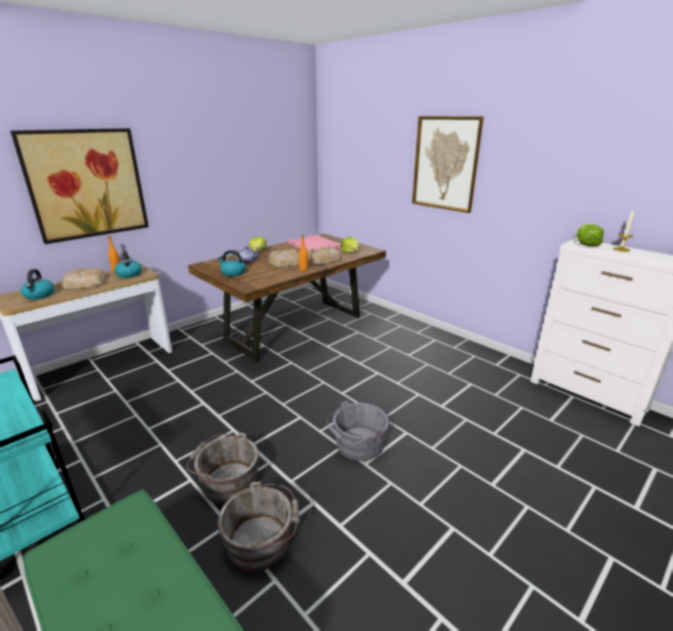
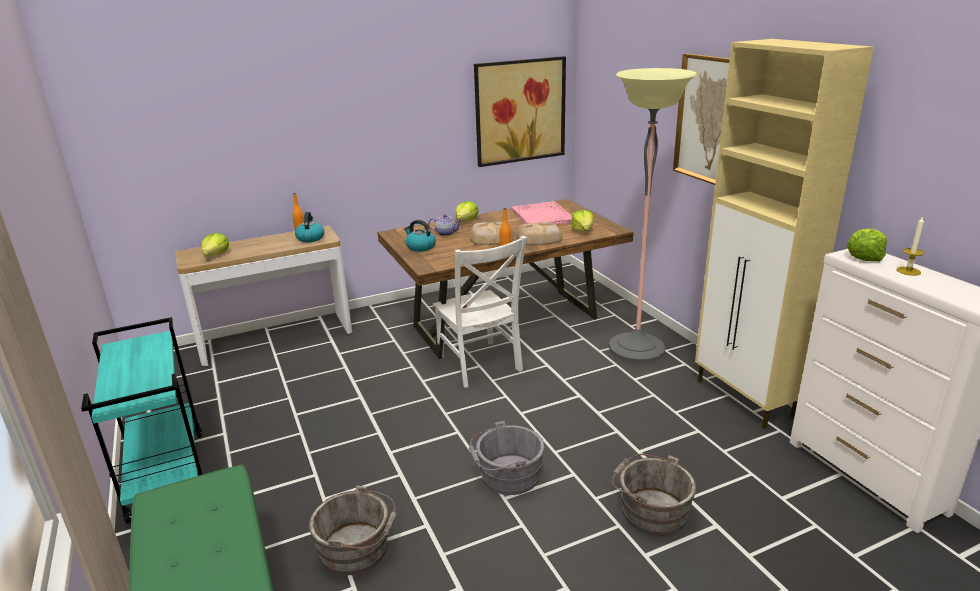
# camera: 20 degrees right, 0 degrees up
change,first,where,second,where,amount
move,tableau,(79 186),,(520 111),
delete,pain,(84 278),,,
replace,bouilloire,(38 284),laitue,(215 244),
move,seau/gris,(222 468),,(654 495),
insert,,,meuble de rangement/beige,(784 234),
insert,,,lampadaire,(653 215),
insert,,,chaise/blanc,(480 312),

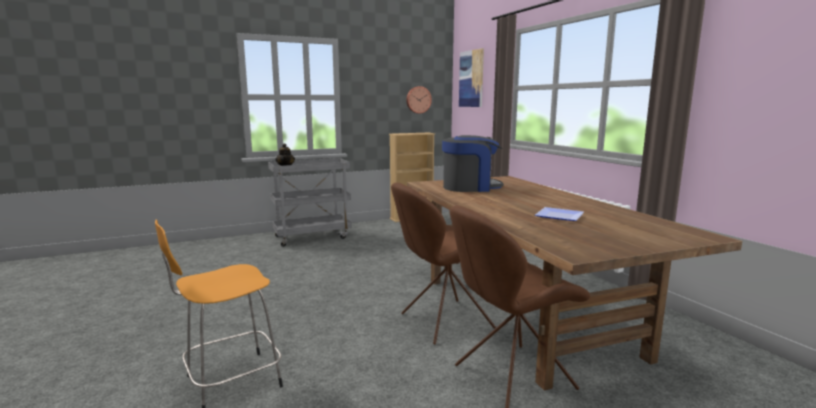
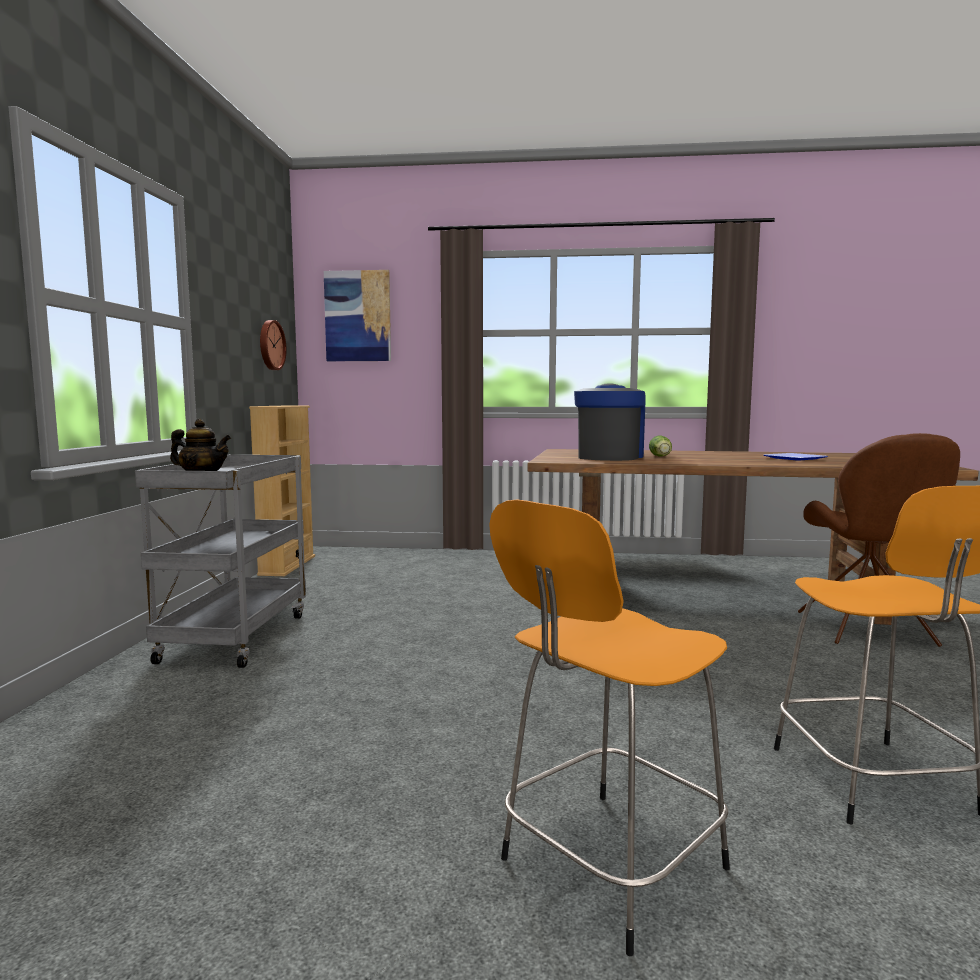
# camera: 60 degrees left, 5 degrees down
change,first,where,second,where,amount
delete,chaise/marron,(443 263),,,
insert,,,laitue,(660 446),
insert,,,tabouret/orange,(609 728),

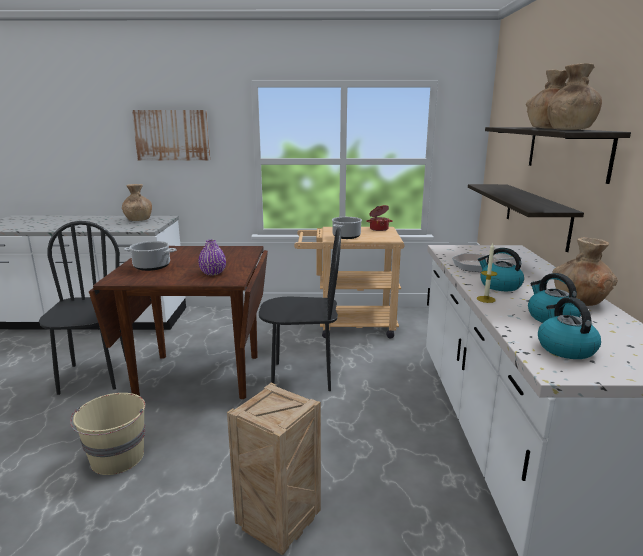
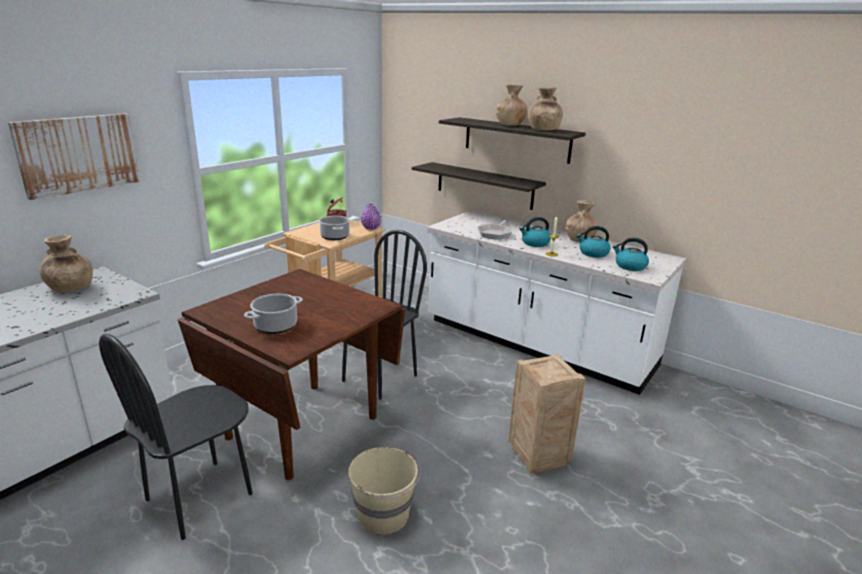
# camera: 55 degrees left, 5 degrees up
change,first,where,second,where,amount
rotate,chaise/noir,(82 308),,(175 437),75 degrees counterclockwise
move,vase/violet,(212 257),,(371 216),

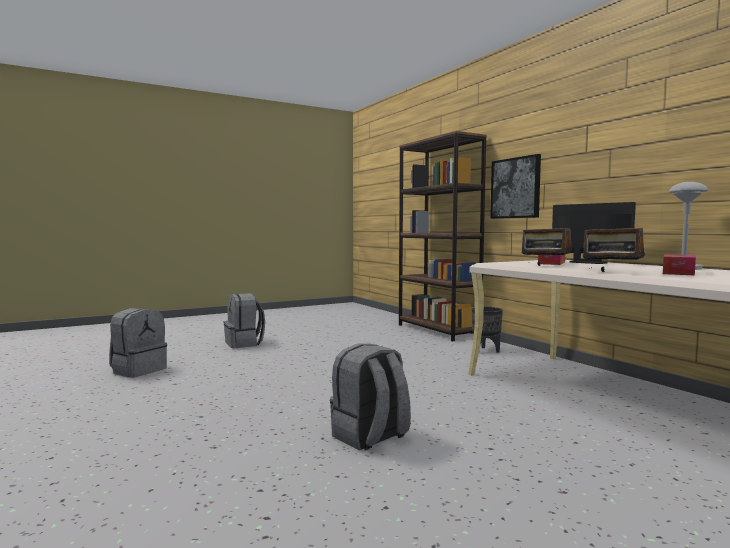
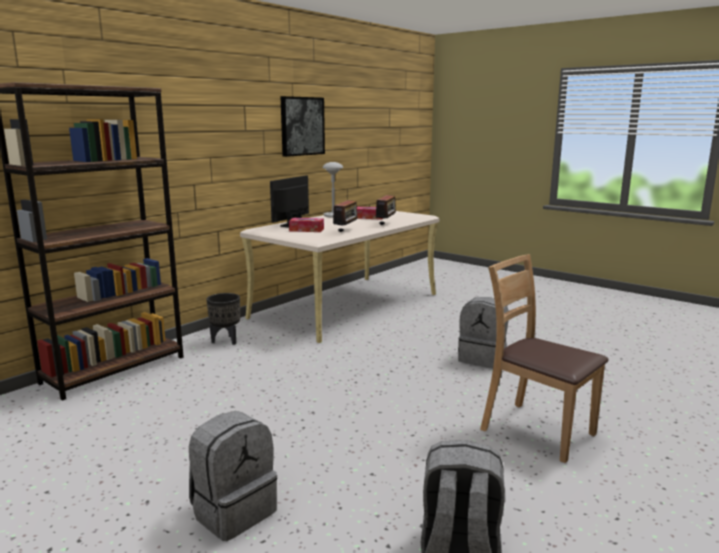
# camera: 110 degrees left, 10 degrees up
change,first,where,second,where,amount
move,tableau,(515 186),,(302 126),
insert,,,chaise/marron,(544 358),

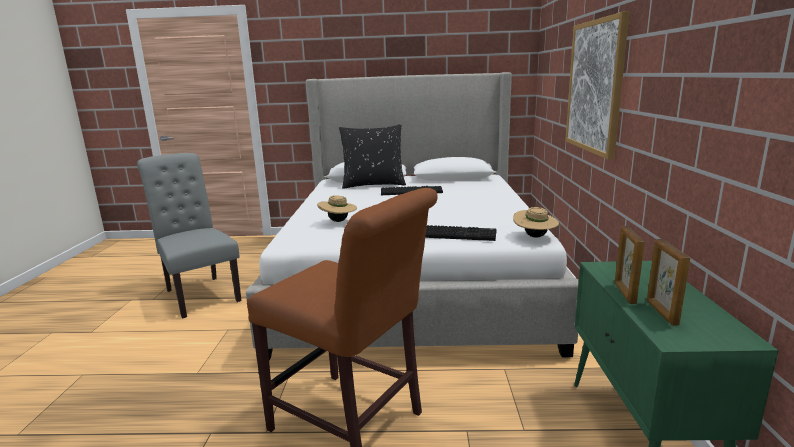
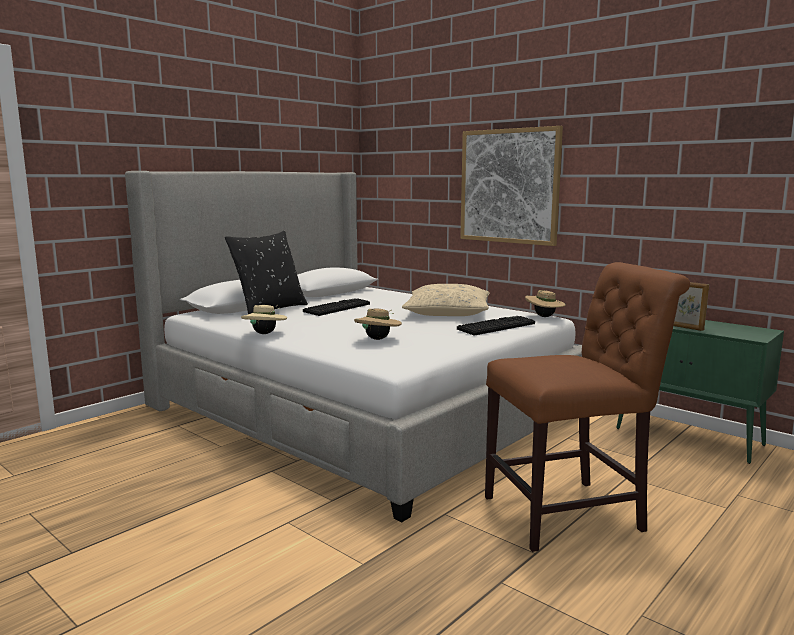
# camera: 50 degrees left, 5 degrees down
change,first,where,second,where,amount
delete,chaise/gris,(189 236),,,
delete,cadre photo,(668 282),,,
insert,,,coussin/beige,(446 300),
insert,,,chapeau/beige,(264 319),

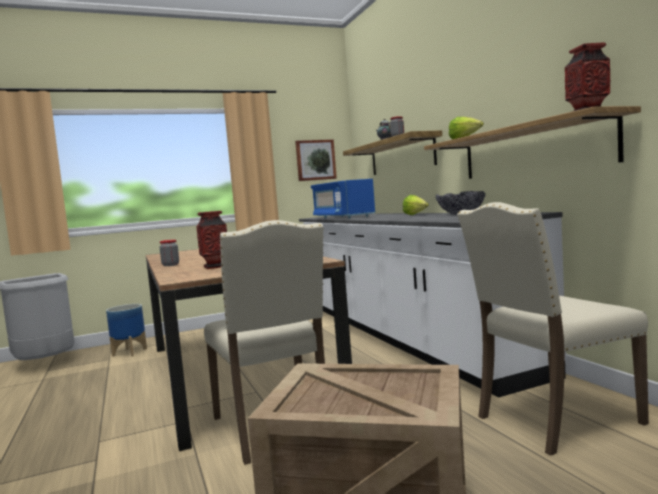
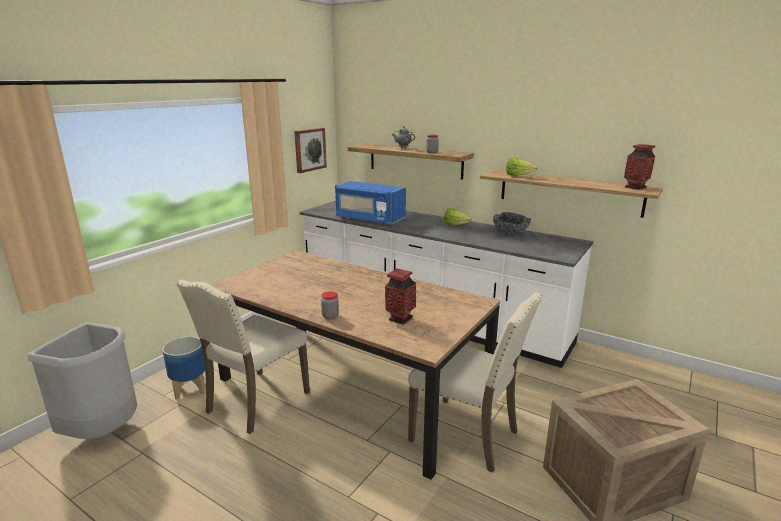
# camera: 35 degrees left, 15 degrees up
change,first,where,second,where,amount
move,chaise/beige,(553 329),,(243 357),

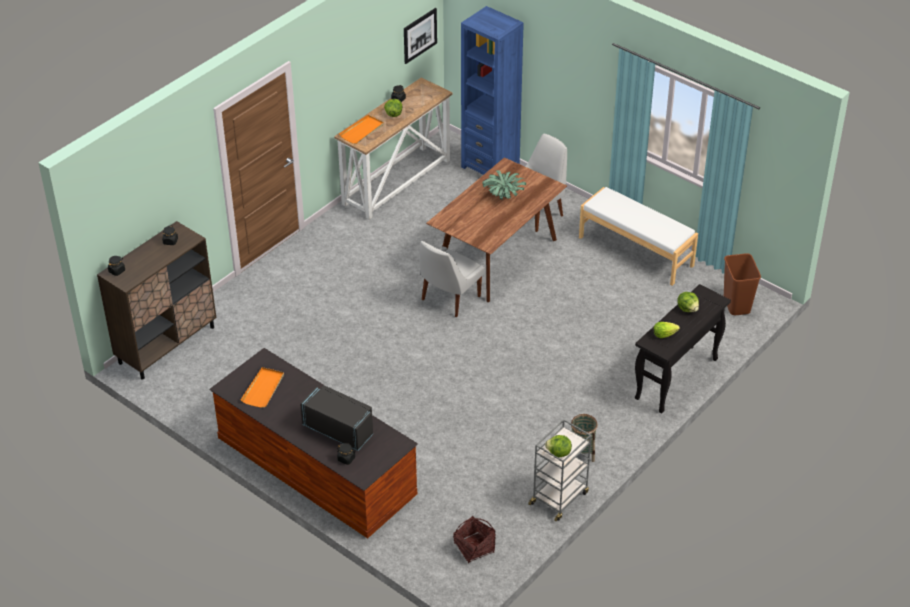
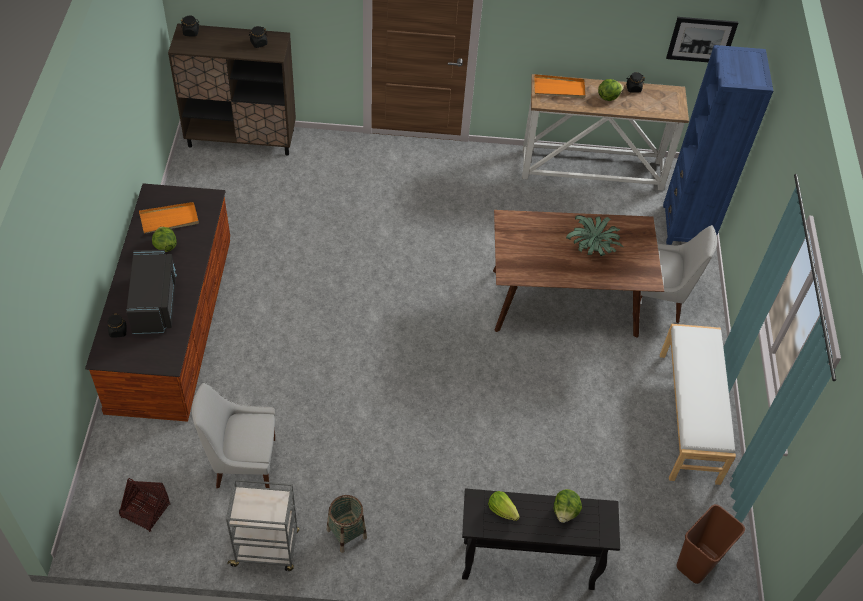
# camera: 50 degrees right, 10 degrees up
change,first,where,second,where,amount
move,chaise/blanc,(452 279),,(234 435),
move,laitue,(558 446),,(164 239),

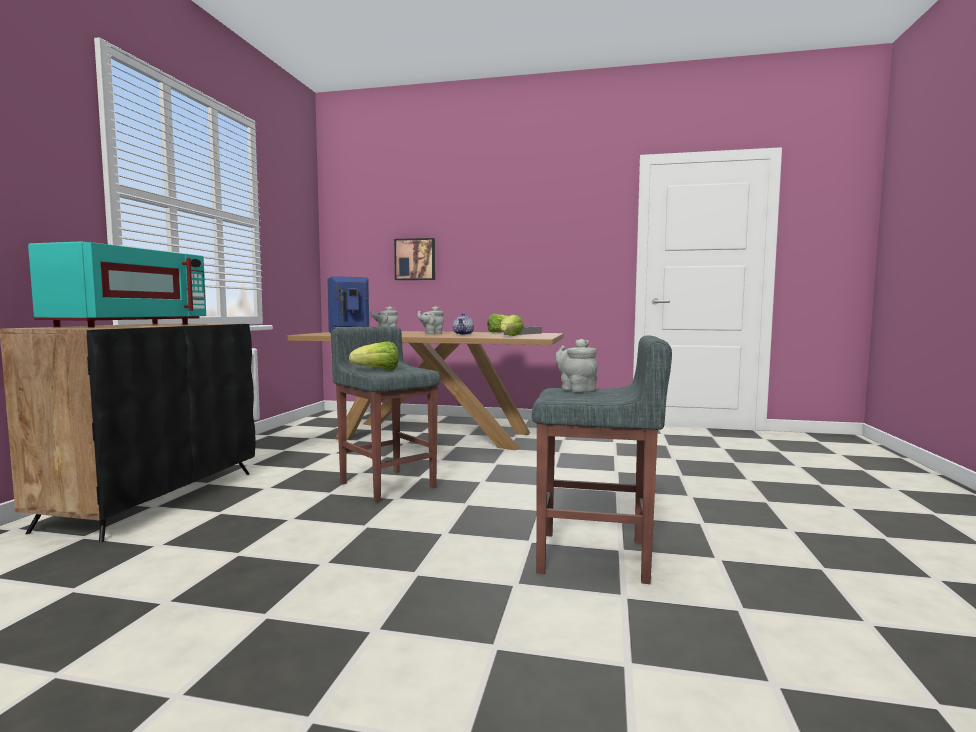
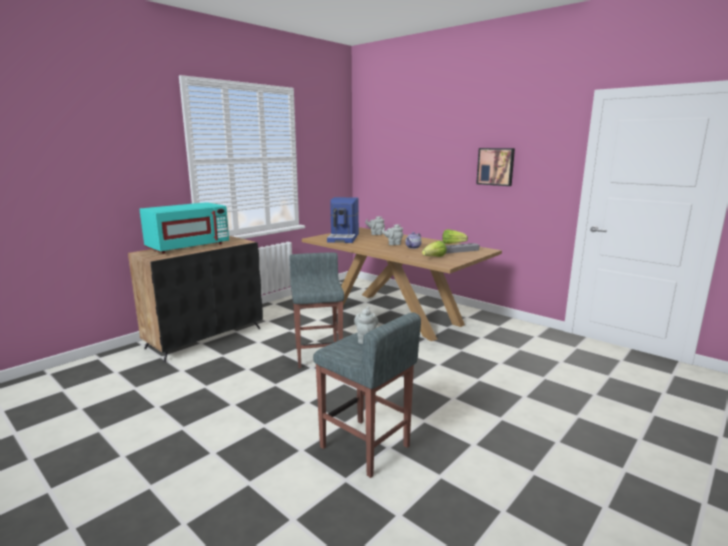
# camera: 30 degrees right, 10 degrees up
change,first,where,second,where,amount
move,tableau,(414 259),,(495 167),
delete,laitue,(374 355),,,

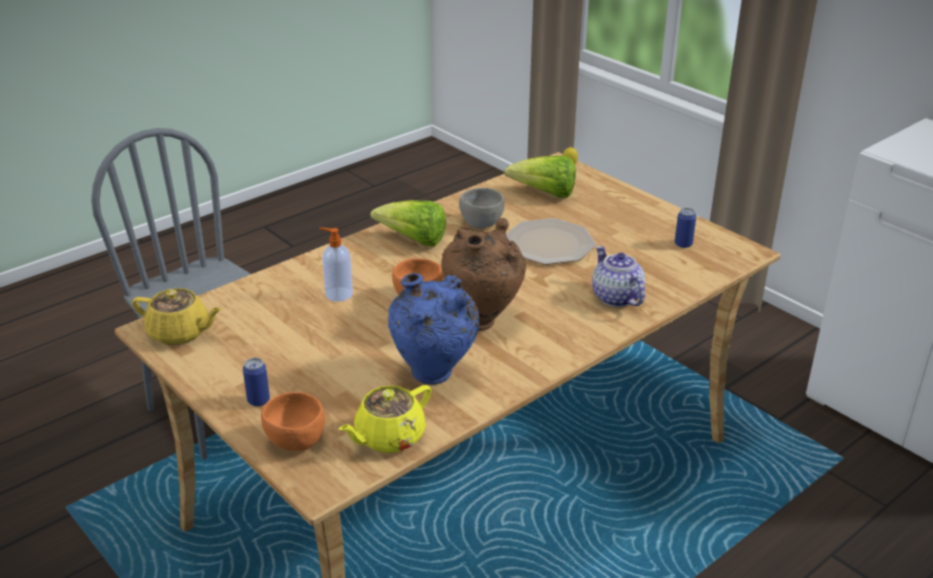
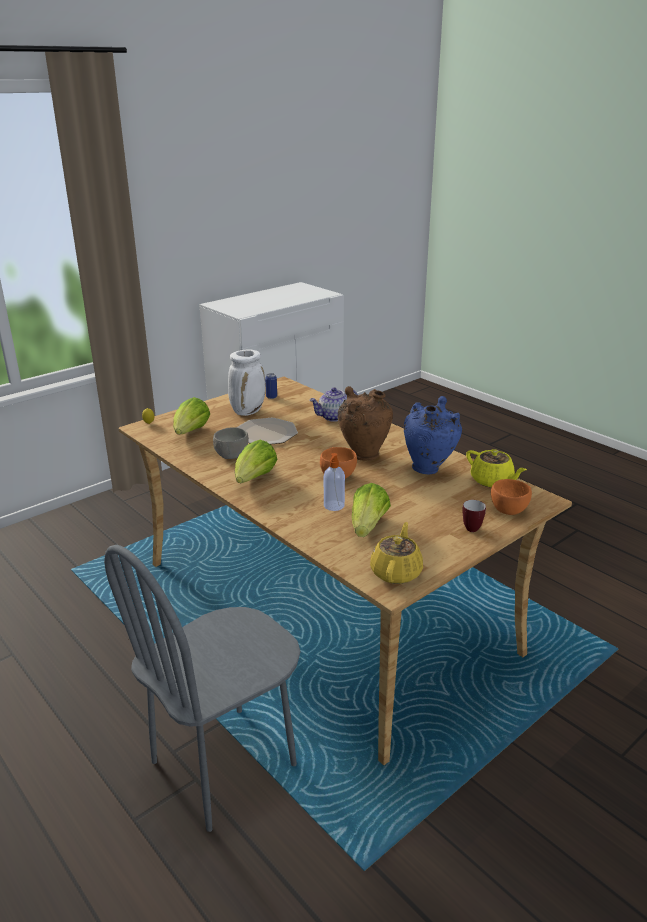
# camera: 90 degrees left, 5 degrees down
change,first,where,second,where,amount
replace,boîte métallique,(256 382),mug,(474 516),
insert,,,vase/blanc,(246 383),
insert,,,laitue,(371 510),

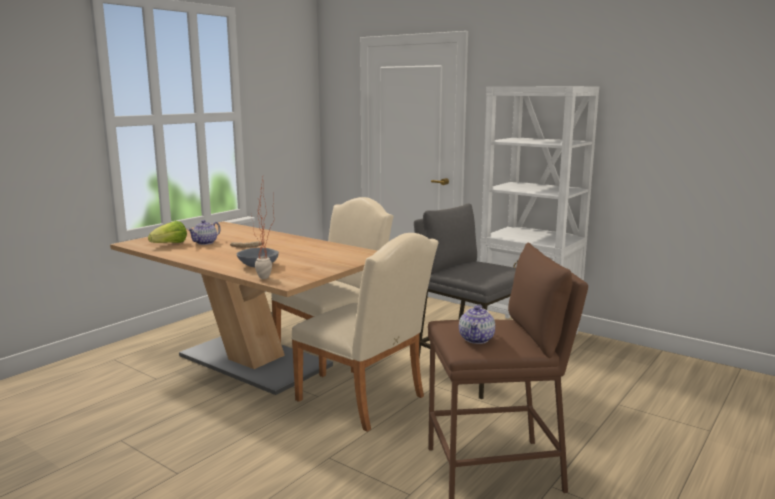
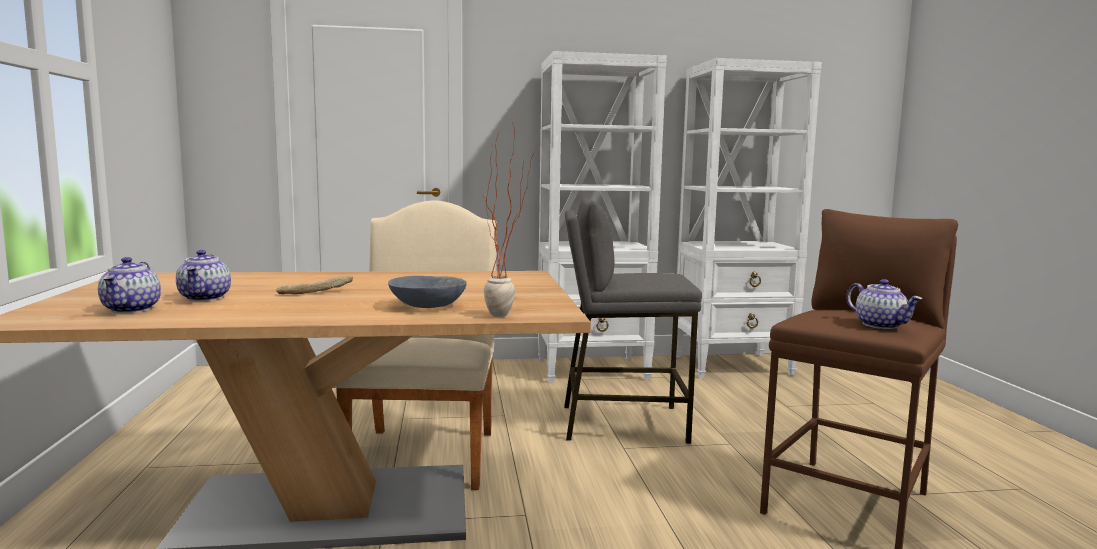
# camera: 45 degrees left, 5 degrees down
change,first,where,second,where,amount
replace,laitue,(167 232),théière,(129 285),
delete,chaise/beige,(365 332),,,
insert,,,bibliothèque/blanc,(749 218),

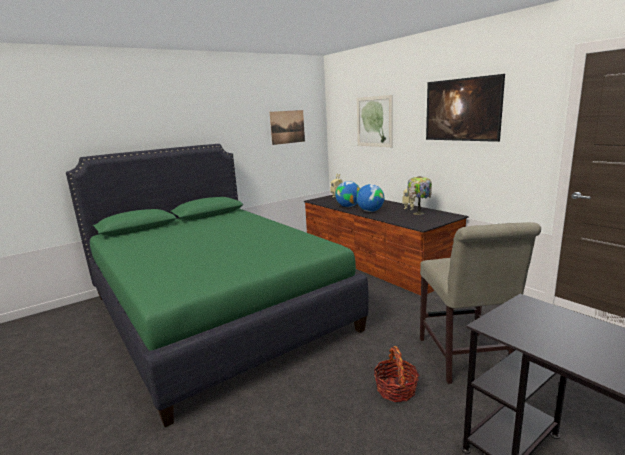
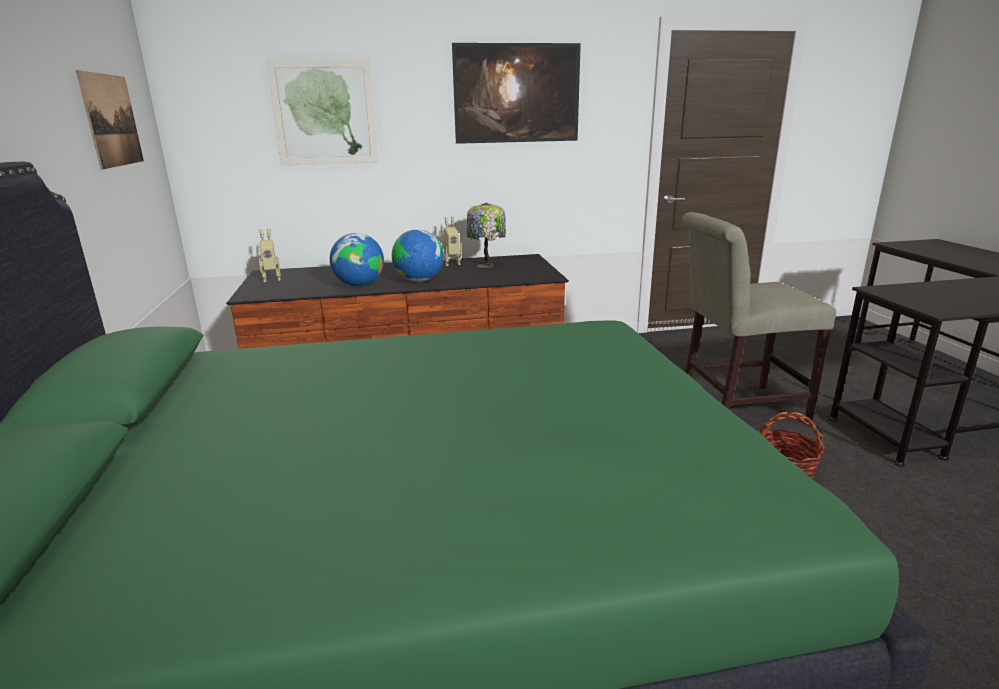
# camera: 65 degrees left, 5 degrees up
change,first,where,second,where,amount
rotate,chaise/beige,(480 303),,(759 317),150 degrees clockwise

